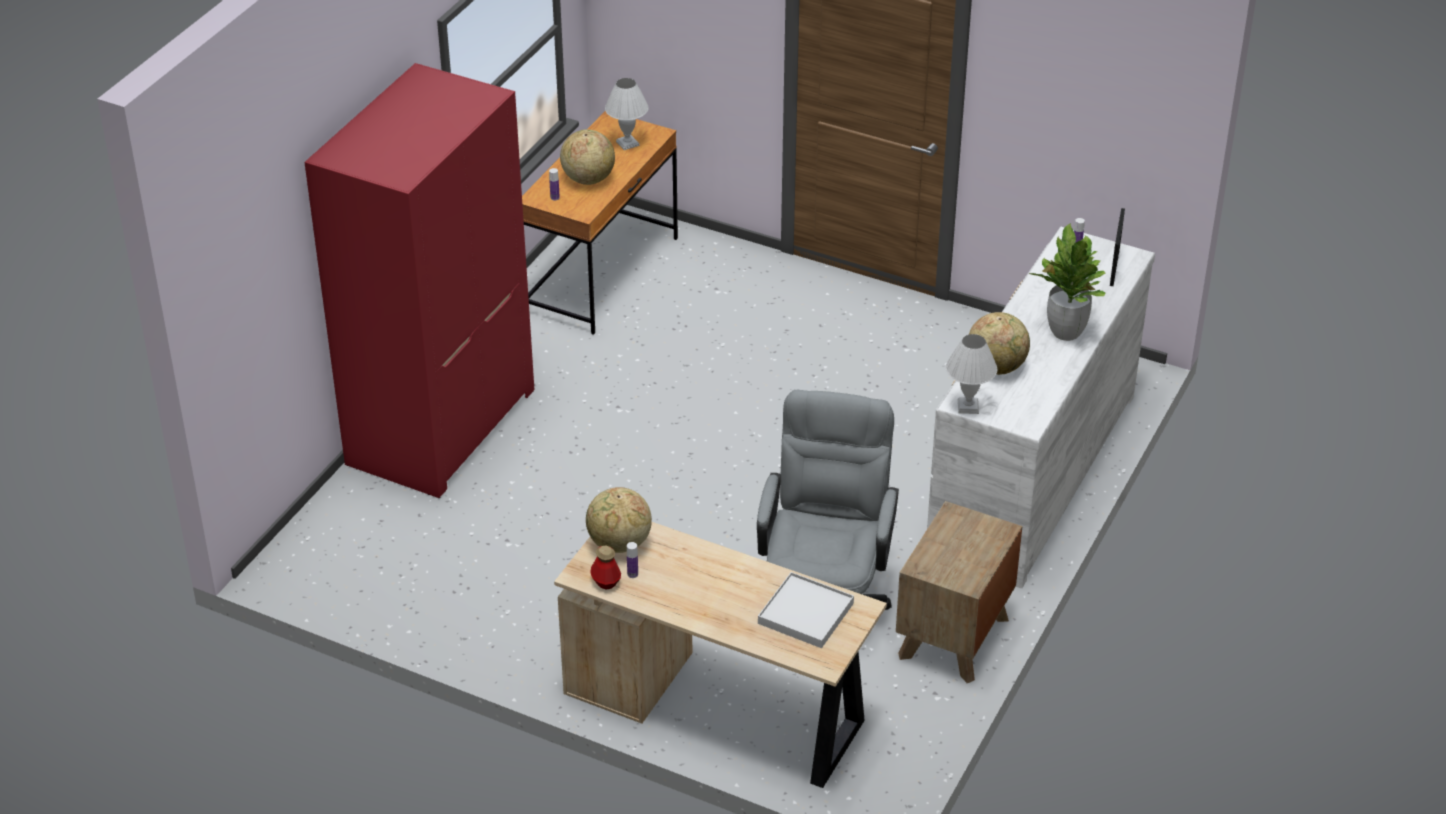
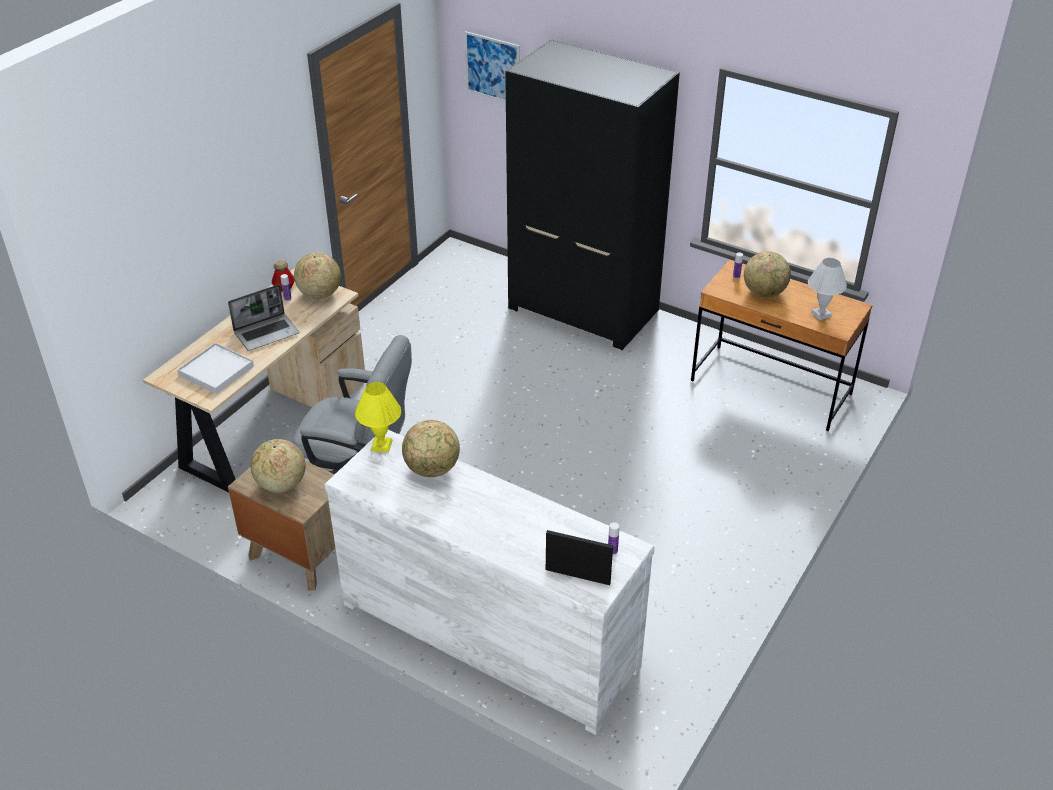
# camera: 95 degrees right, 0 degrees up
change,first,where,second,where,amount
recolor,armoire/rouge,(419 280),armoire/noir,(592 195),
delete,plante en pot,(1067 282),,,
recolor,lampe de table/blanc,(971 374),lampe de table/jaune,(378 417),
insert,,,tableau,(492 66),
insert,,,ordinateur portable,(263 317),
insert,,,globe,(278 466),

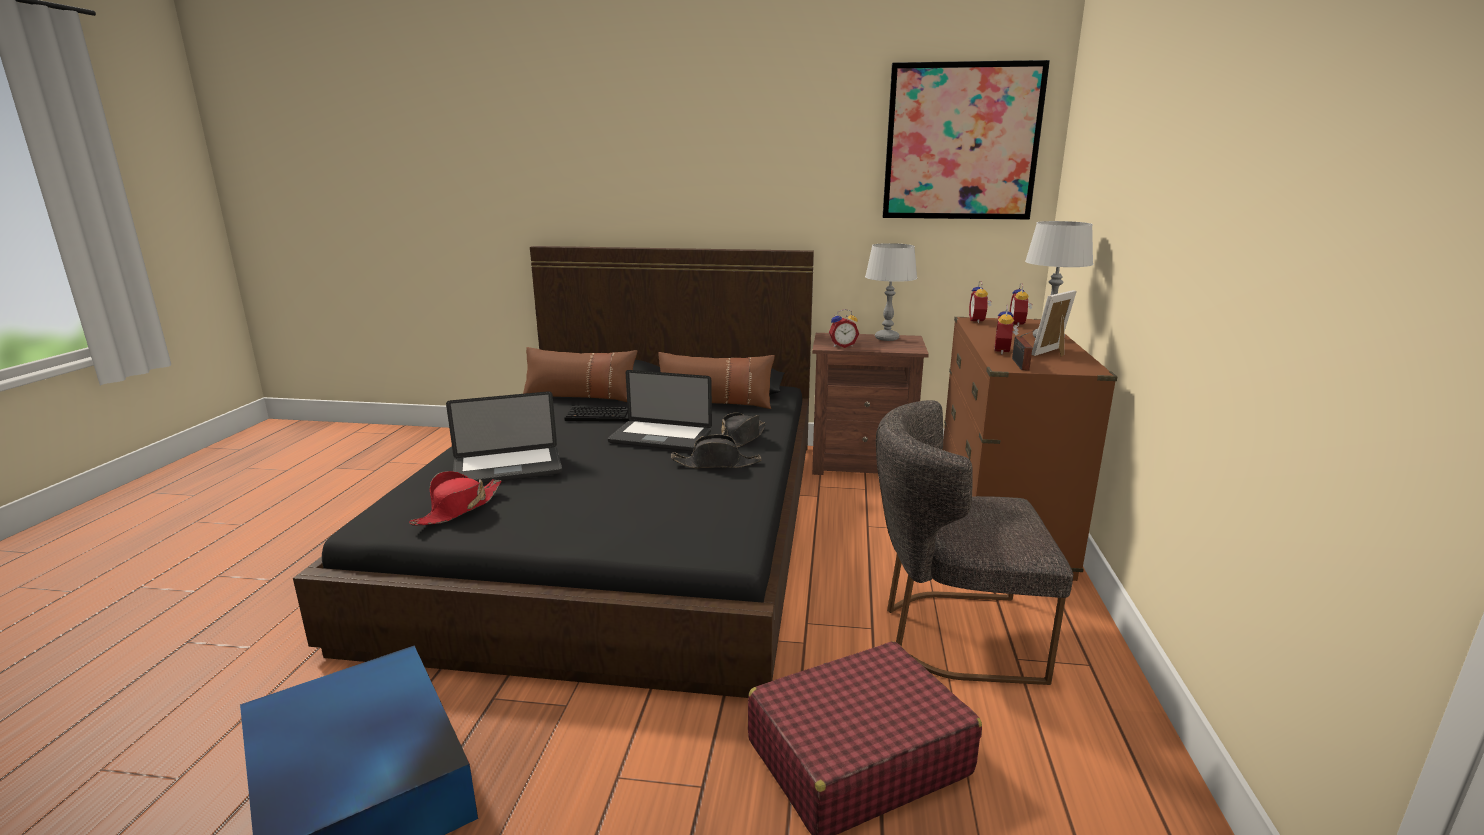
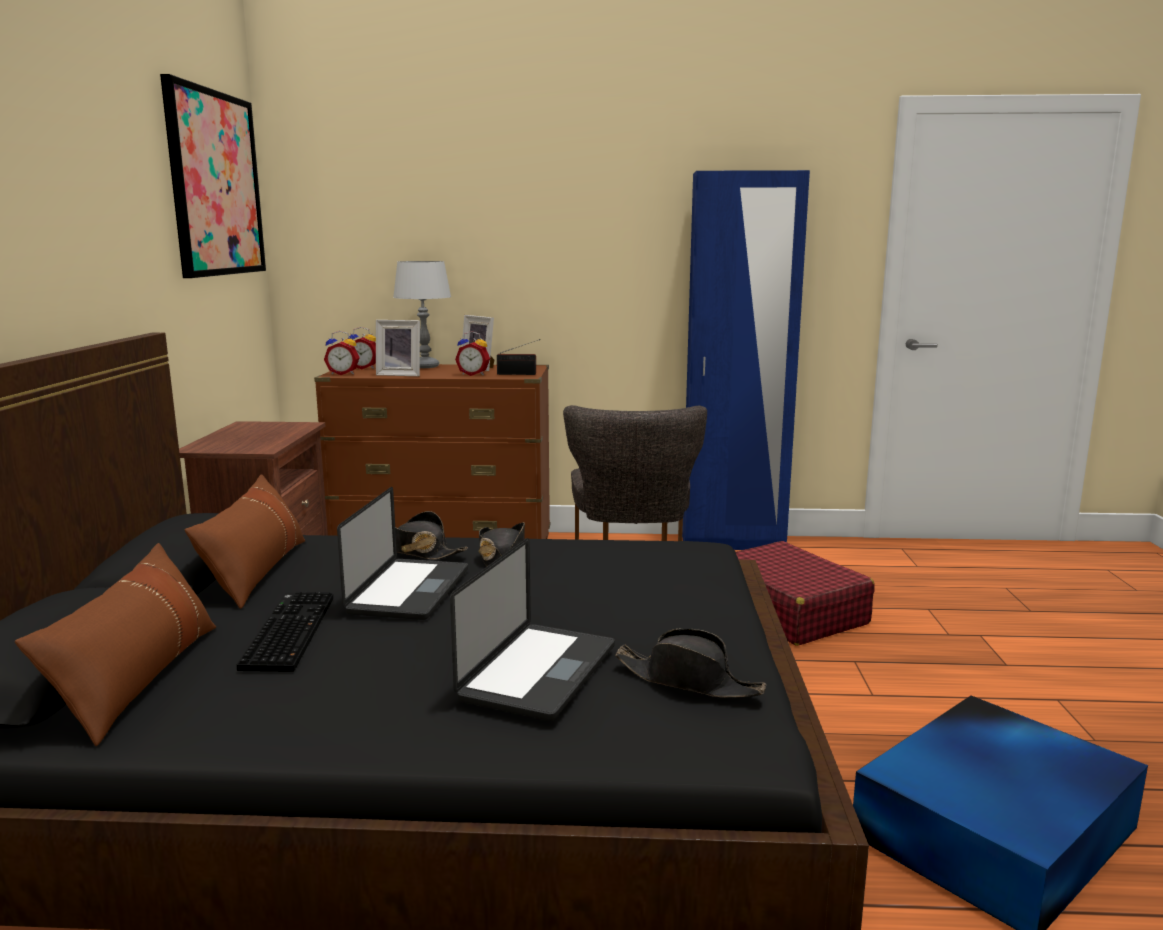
# camera: 95 degrees left, 5 degrees down
change,first,where,second,where,amount
delete,lampe de table/gris,(891 292),,,
delete,réveil,(844 328),,,
rotate,ordinateur portable,(504 437),,(532 629),45 degrees clockwise
recolor,chapeau/rouge,(455 498),chapeau/noir,(690 663),
insert,,,armoire/bleu,(746 360),
insert,,,cadre photo,(398 348),

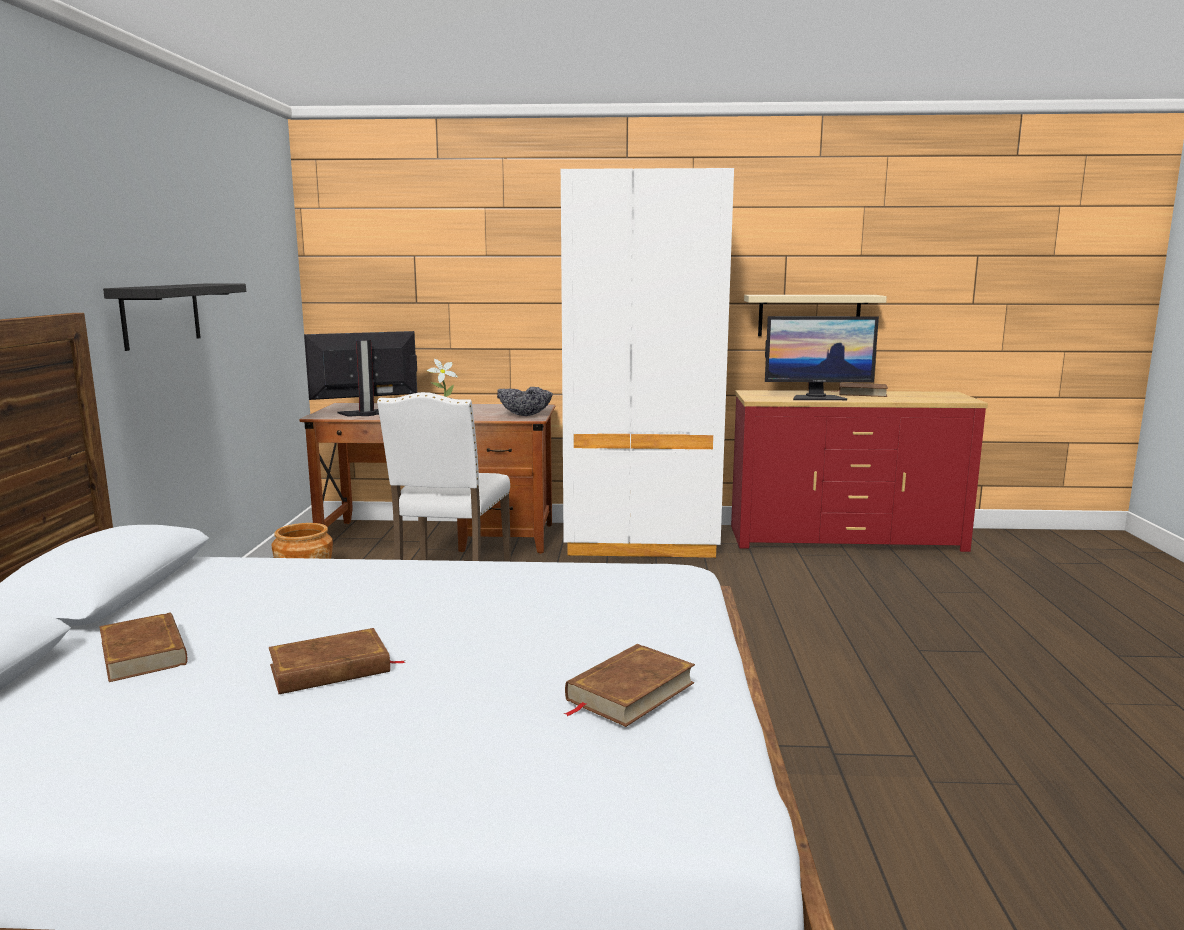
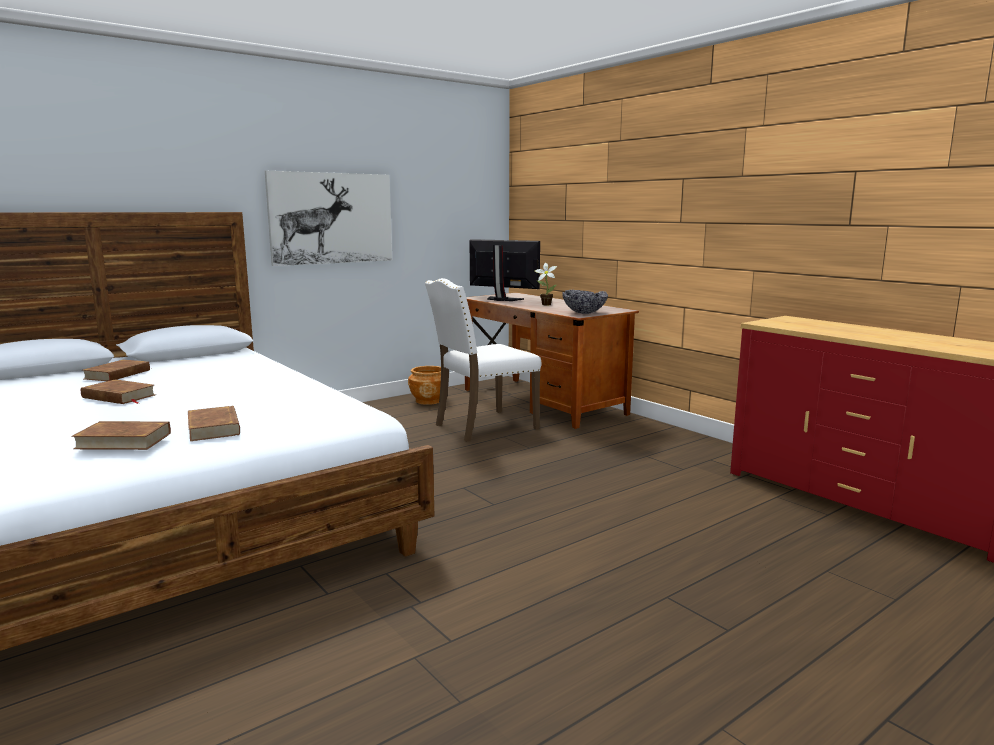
# camera: 50 degrees right, 0 degrees up
change,first,where,second,where,amount
delete,armoire/blanc,(647 363),,,
replace,étagère/noir,(174 317),tableau,(328 218),
delete,étagère/beige,(815 315),,,
delete,écran d'ordinateur,(822 358),,,
move,livre/marron,(859 390),,(214 423),

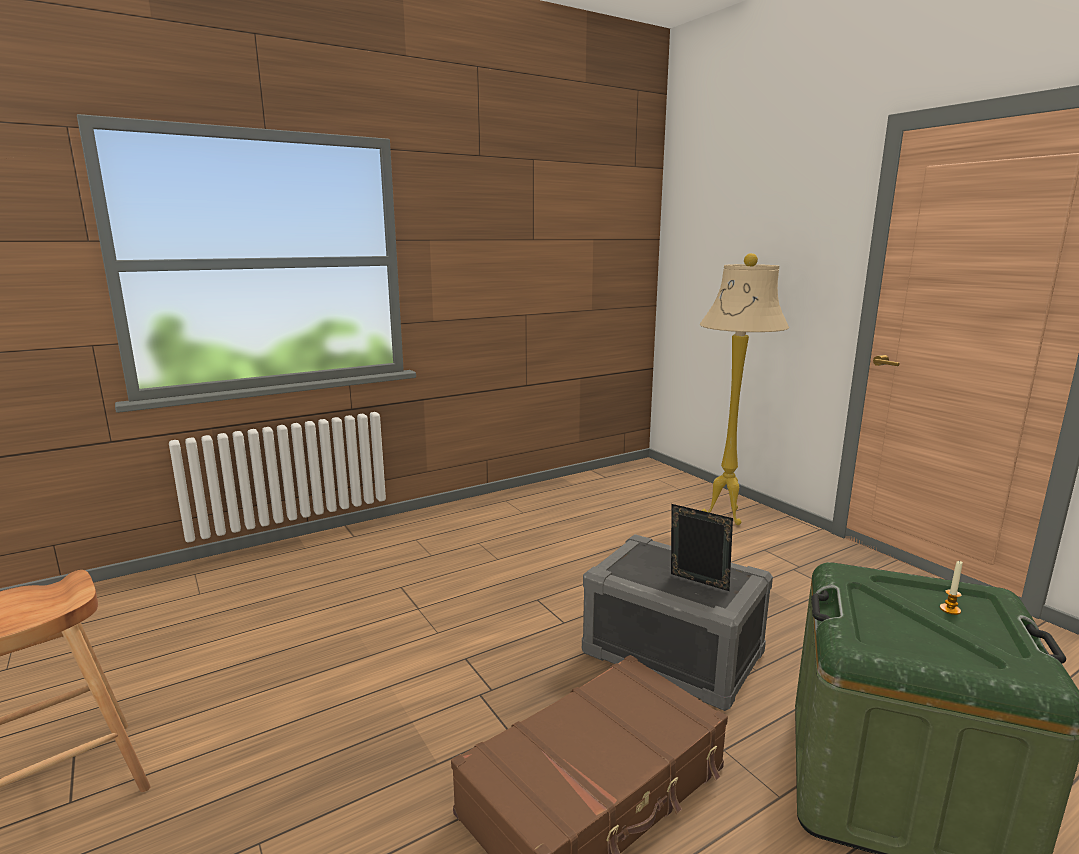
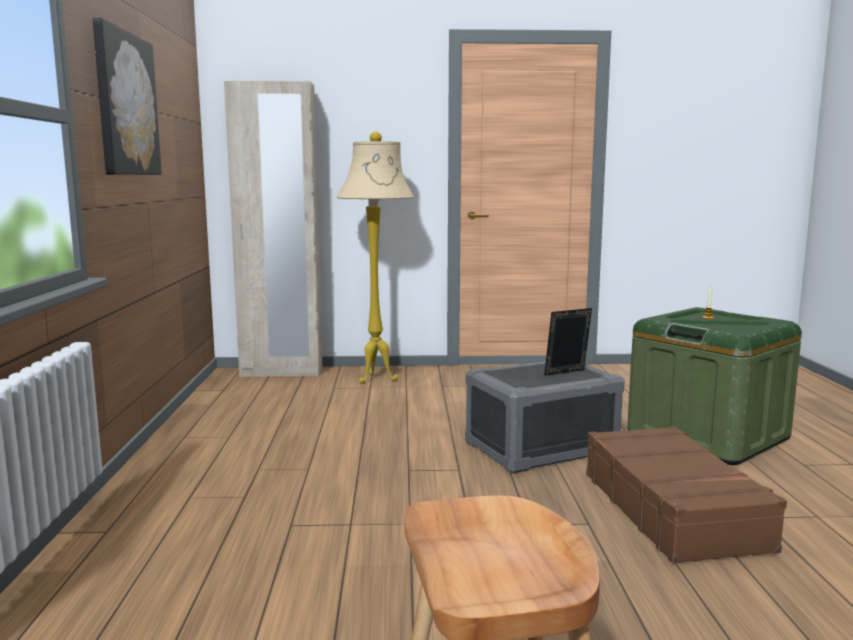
# camera: 60 degrees left, 5 degrees down
change,first,where,second,where,amount
insert,,,tableau,(127 96),
insert,,,armoire/beige,(273 229),

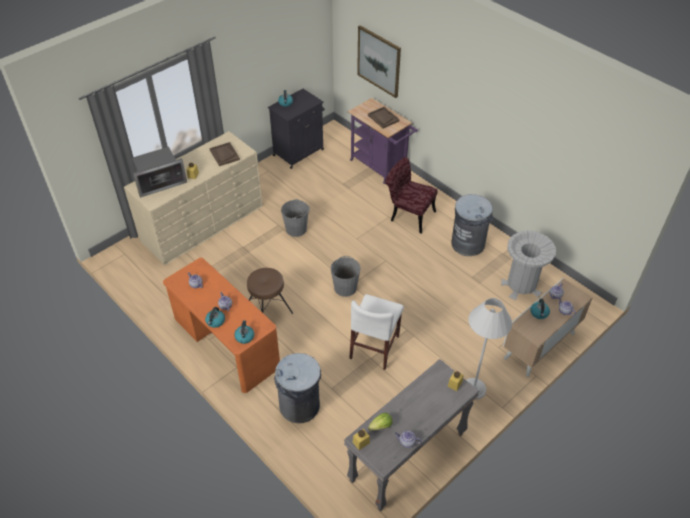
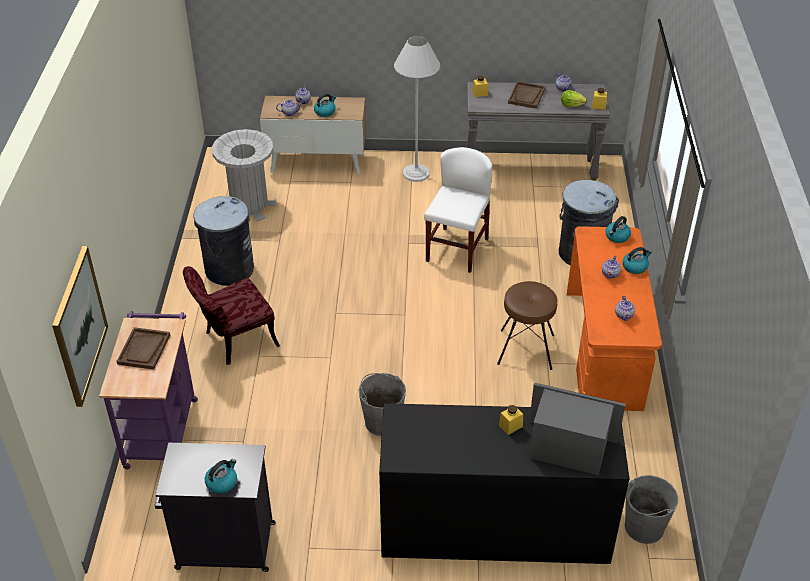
# camera: 135 degrees left, 5 degrees down
change,first,where,second,where,amount
recolor,commode/beige,(193 198),commode/noir,(504 483),
move,plateau/marron,(225 154),,(526 95),
rotate,chaise/rouge,(411 195),,(231 315),75 degrees clockwise
move,seau/gris,(346 276),,(651 509),
rotate,chaise/blanc,(376 332),,(458 210),45 degrees counterclockwise

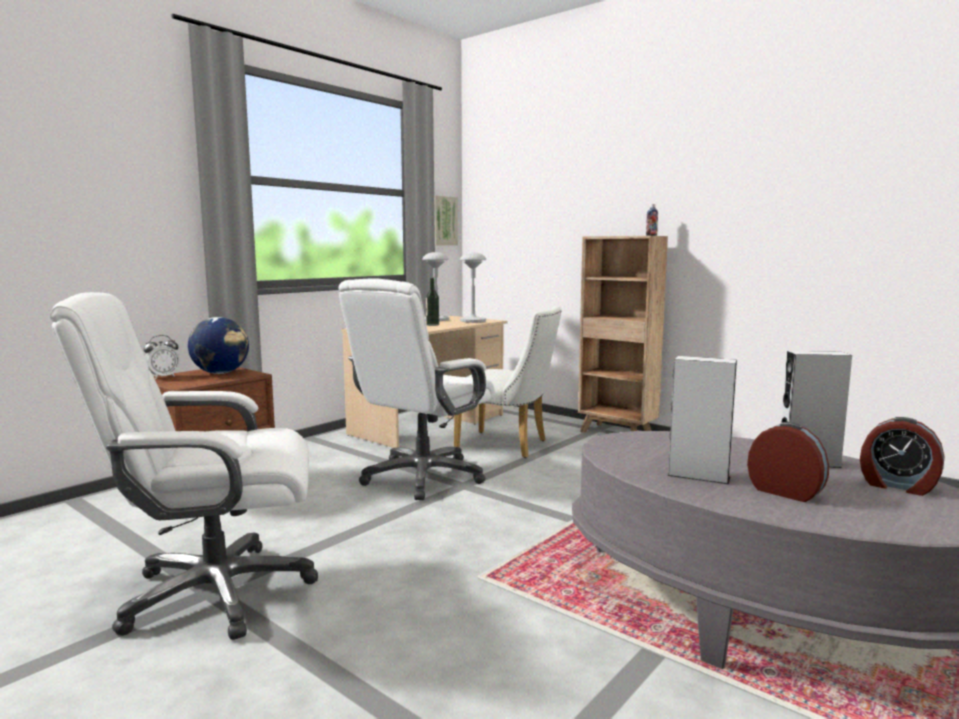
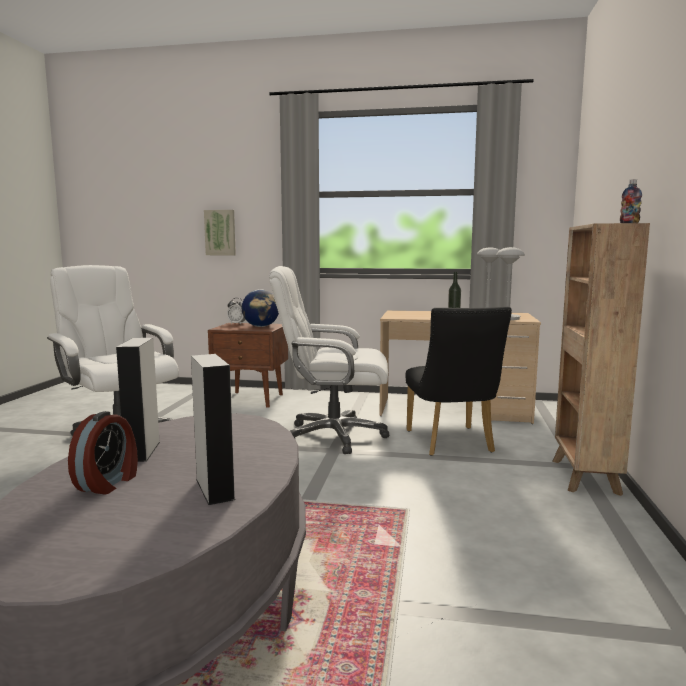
# camera: 60 degrees right, 0 degrees up
change,first,where,second,where,amount
move,tableau,(446 220),,(220 232),
recolor,chaise/blanc,(507 382),chaise/noir,(459 381),
delete,réveil,(902 456),,,

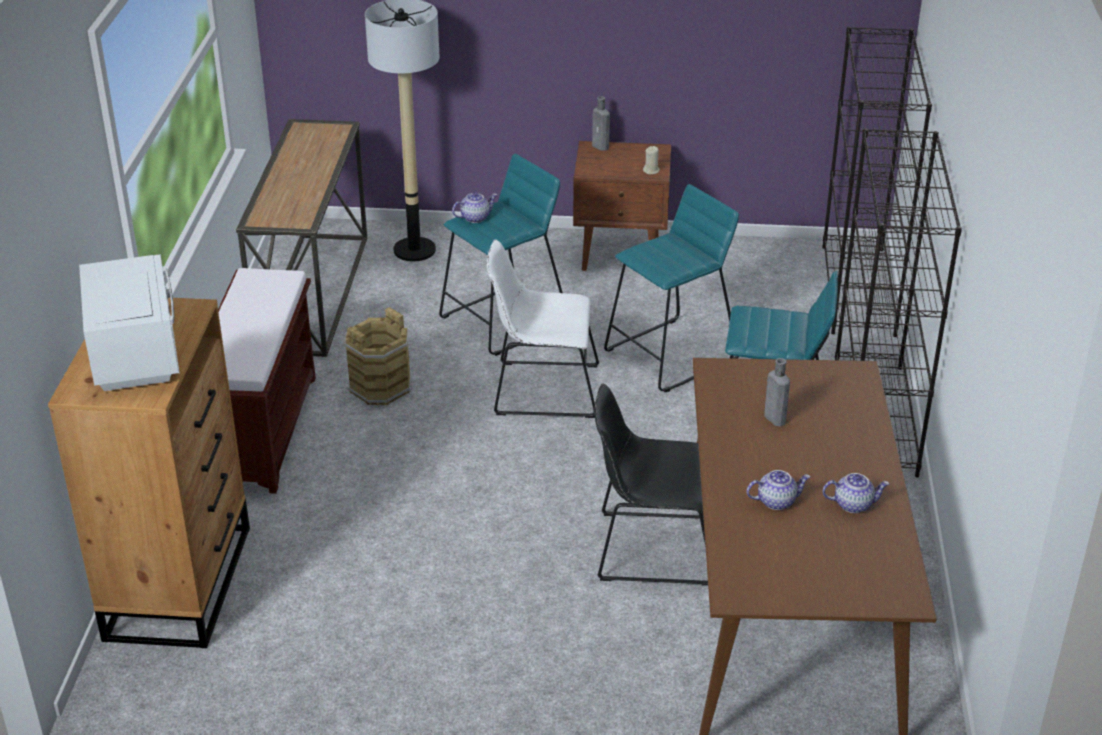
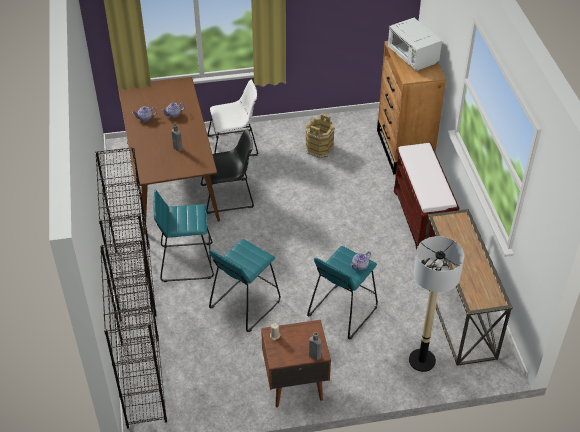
# camera: 165 degrees right, 10 degrees up
change,first,where,second,where,amount
move,chaise/blanc,(543 329),,(232 118),
move,seau/marron,(377 356),,(320 135),

